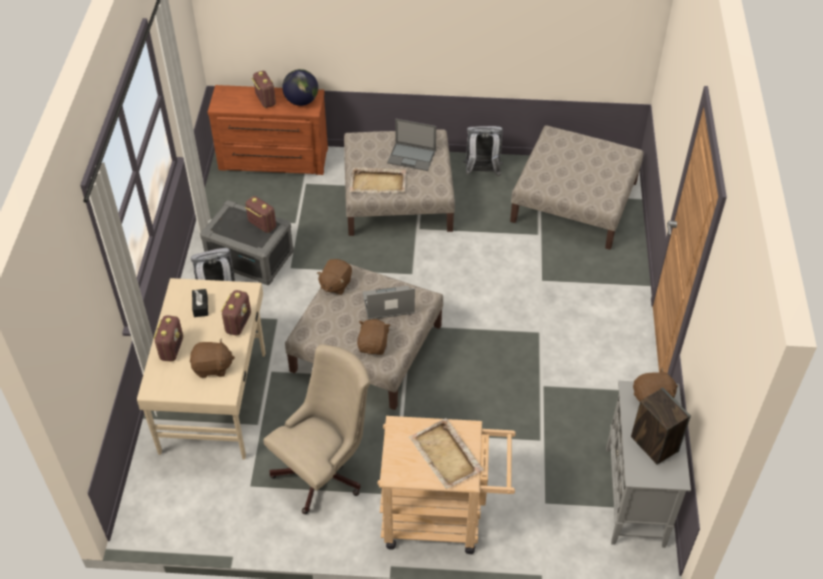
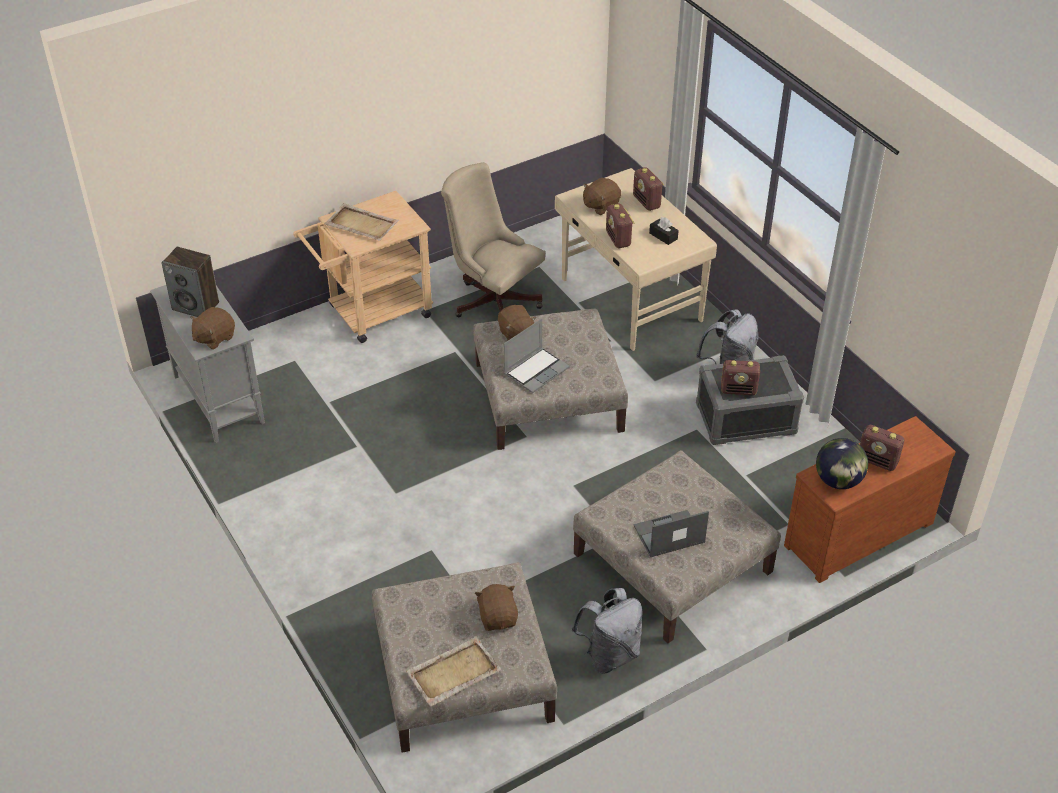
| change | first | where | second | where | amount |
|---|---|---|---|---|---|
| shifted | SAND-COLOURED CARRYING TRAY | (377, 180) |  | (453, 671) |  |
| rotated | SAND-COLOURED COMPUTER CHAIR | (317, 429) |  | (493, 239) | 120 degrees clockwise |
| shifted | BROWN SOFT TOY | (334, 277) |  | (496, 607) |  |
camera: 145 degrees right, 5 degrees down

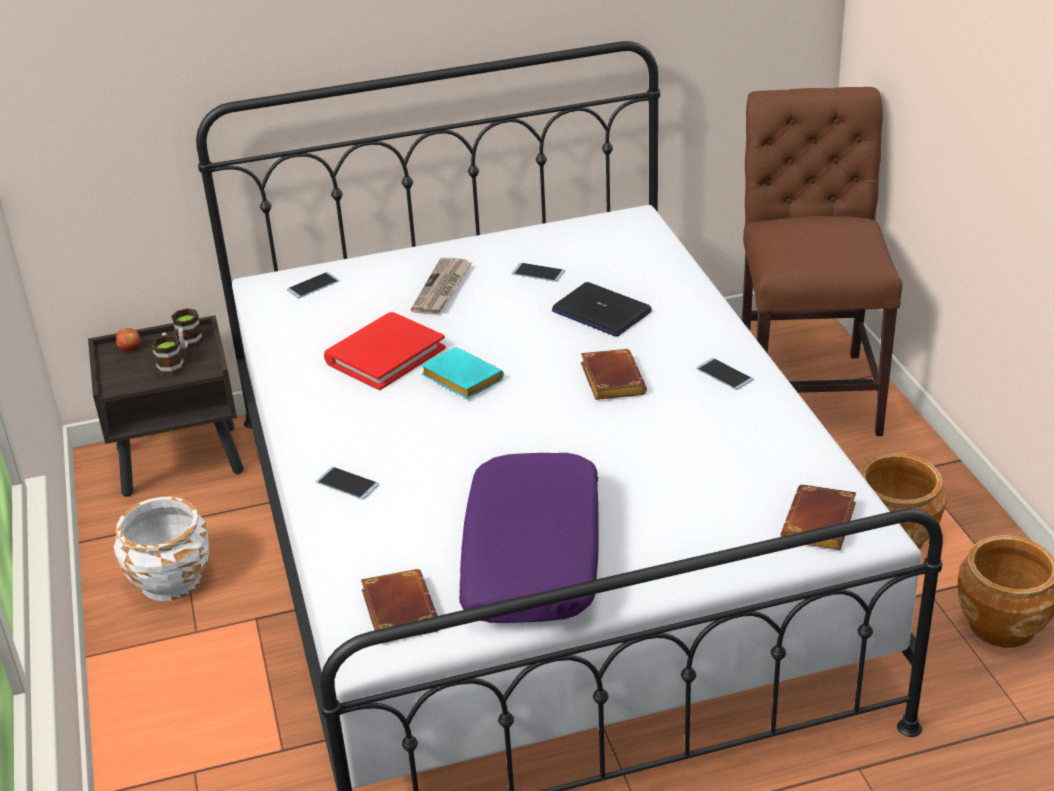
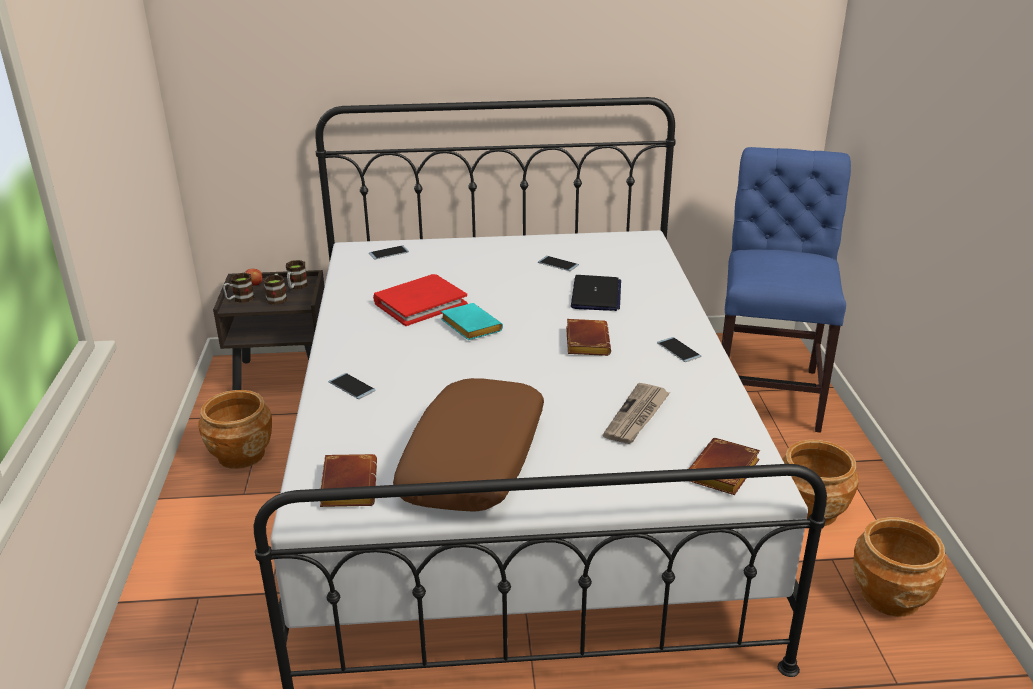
| change | first | where | second | where | amount |
|---|---|---|---|---|---|
| repainted | WHITISH PLANT POT | (161, 549) | BROWN PLANT POT | (235, 429) |  |
| new |  |  | TEA MUG | (238, 288) |  |
| repainted | PURPLISH THROW PILLOW | (528, 538) | BROWN THROW PILLOW | (468, 445) |  |
| rotated | LAPTOP | (602, 309) |  | (596, 293) | 135 degrees counterclockwise |
| shifted | PRINTED PAPER | (441, 286) |  | (636, 413) |  |
| repainted | BROWN PLAIN CHAIR | (822, 261) | BLUE-COLOURED PLAIN CHAIR | (786, 290) |  |
camera: 10 degrees right, 5 degrees down

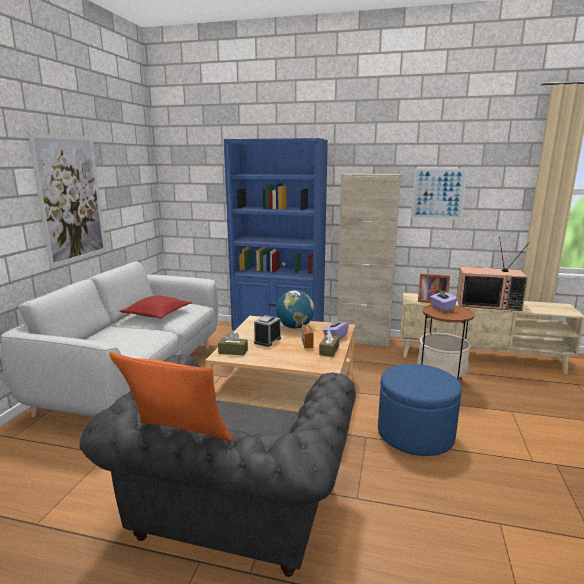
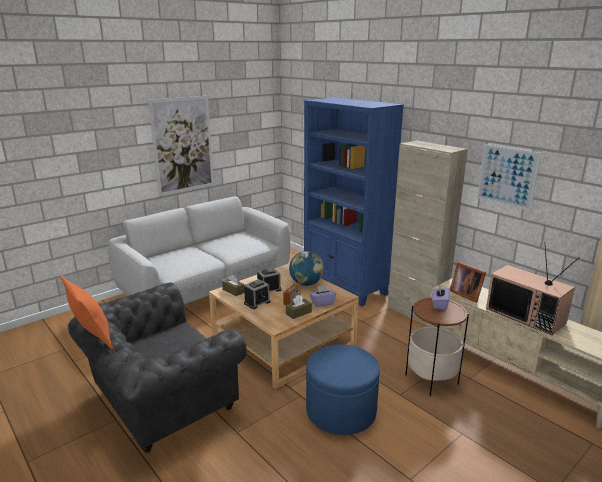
| change | first | where | second | where | amount |
|---|---|---|---|---|---|
| new |  |  | TABLE CLOCK | (257, 294) |  |
| gone | RED THROW PILLOW | (156, 307) |  |  |  |
camera: 35 degrees right, 5 degrees up

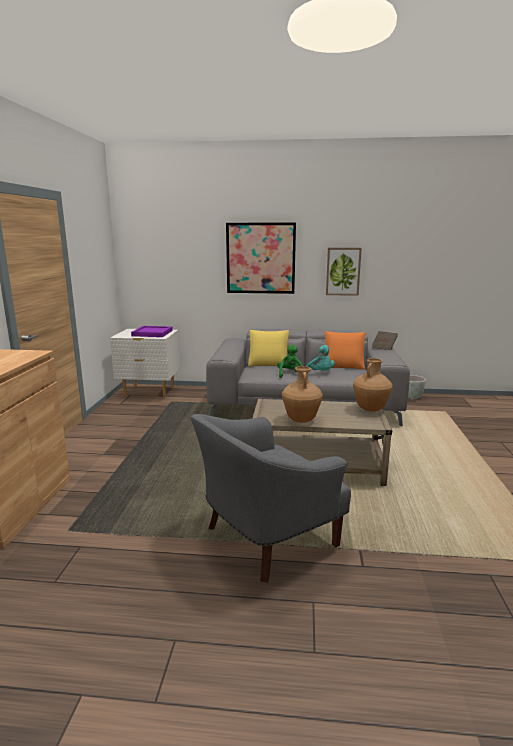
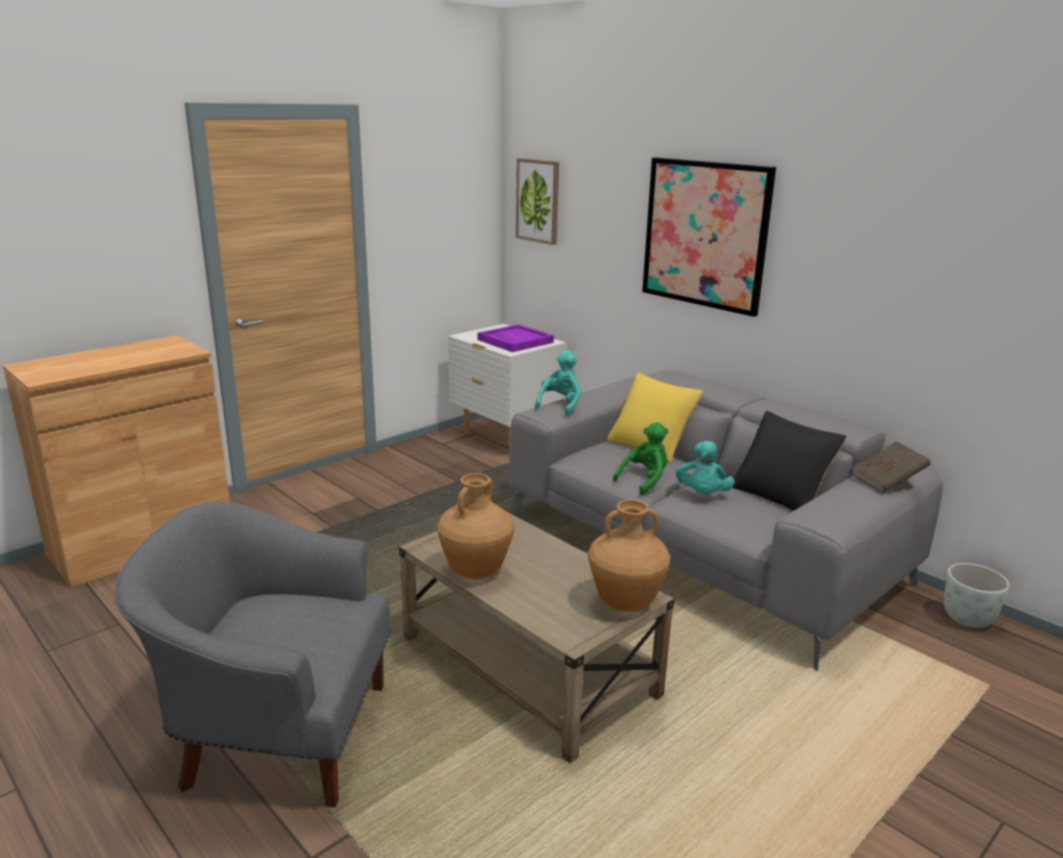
| change | first | where | second | where | amount |
|---|---|---|---|---|---|
| shifted | WALL PICTURE | (344, 272) |  | (537, 201) |  |
| new |  |  | TURQUOISE-COLOURED SOFT TOY | (558, 383) |  |
| repainted | ORANGEY THROW PILLOW | (345, 350) | BLACK-COLOURED THROW PILLOW | (789, 461) |  |
camera: 40 degrees right, 5 degrees up

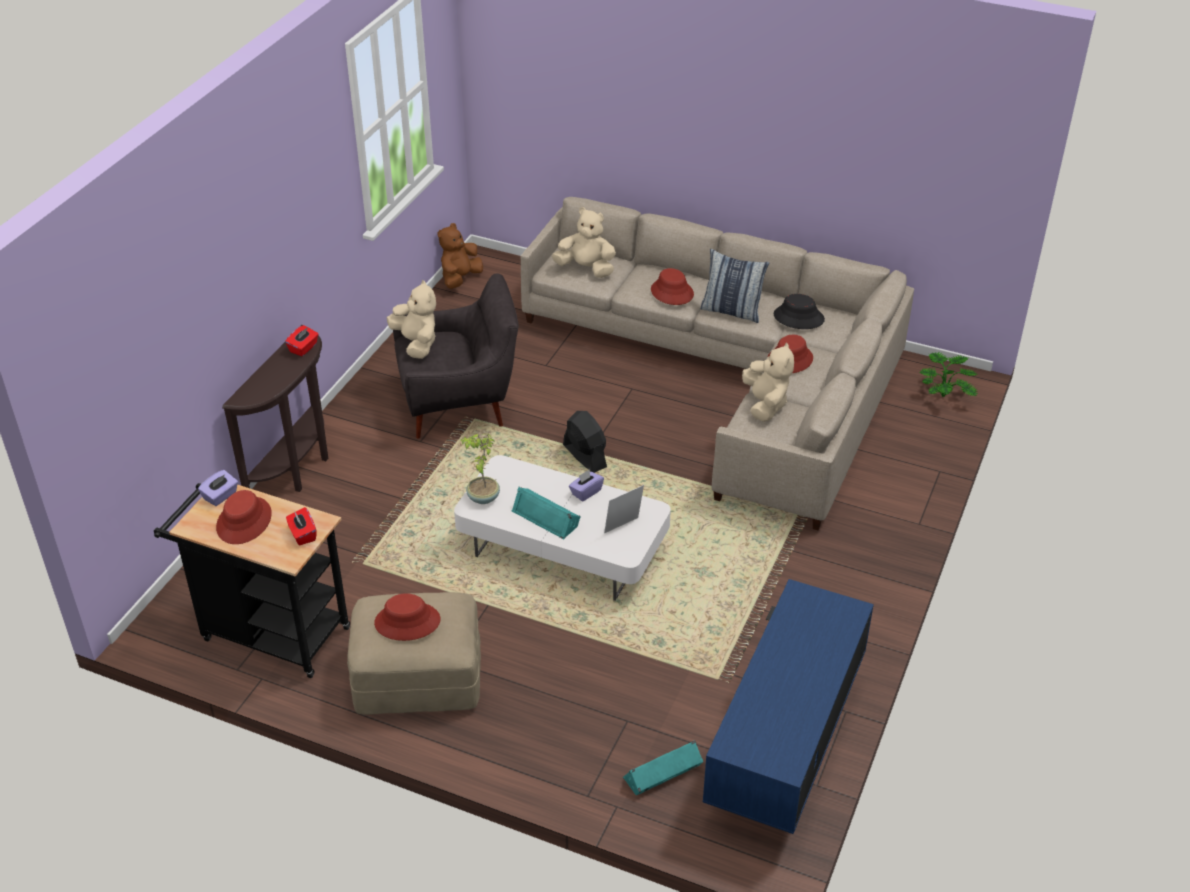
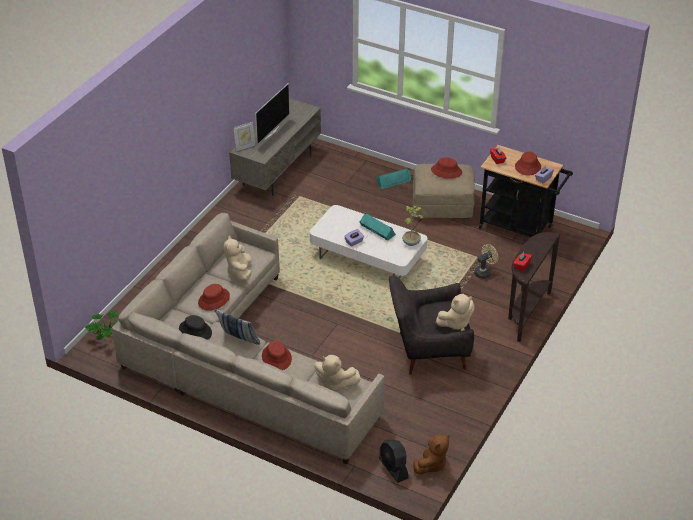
| change | first | where | second | where | amount |
|---|---|---|---|---|---|
| repainted | BLUE-COLOURED TV UNIT | (788, 706) | GRAY TV UNIT | (275, 147) |  |
| shifted | PICTURE FRAME | (624, 509) |  | (244, 136) |  |
| new |  |  | TV | (272, 114) |  |
| shifted | TURQUOISE-COLOURED LOUDSPEAKER | (663, 767) |  | (394, 178) |  |
| shifted | BLACK-COLOURED FAN | (585, 442) |  | (393, 461) |  |
| rotated | SAND-COLOURED SOFT TOY | (411, 319) |  | (455, 312) | 90 degrees counterclockwise |
| new |  |  | SAND-COLOURED FAN | (486, 261) |  |
camera: 175 degrees left, 0 degrees up

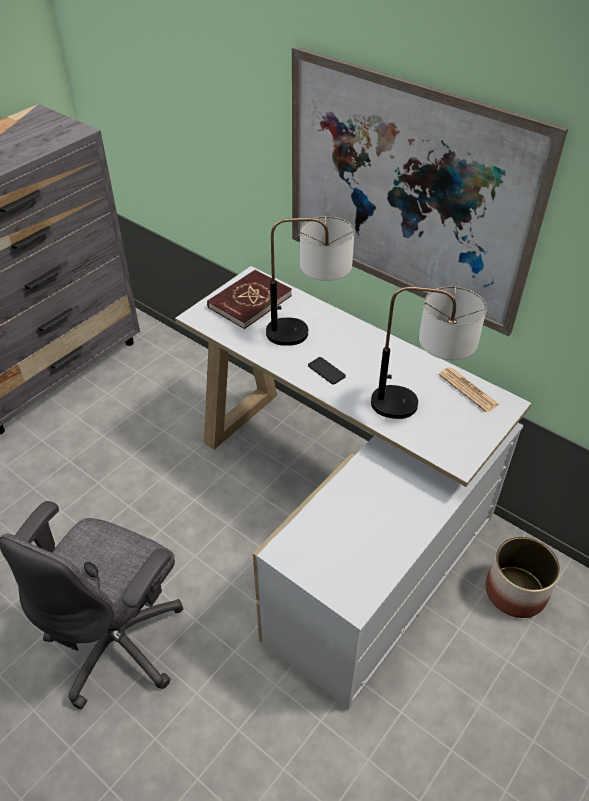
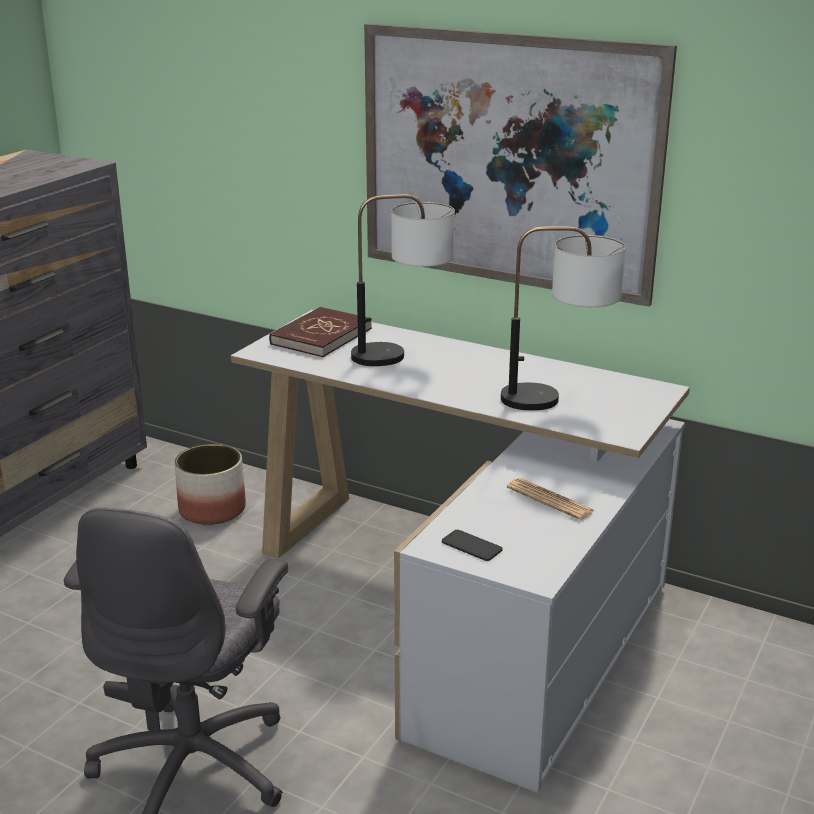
| change | first | where | second | where | amount |
|---|---|---|---|---|---|
| shifted | PLANT POT | (523, 577) |  | (210, 484) |  |
| shifted | HANDSET | (327, 371) |  | (472, 545) |  |
| shifted | PRINTED PAPER | (469, 389) |  | (551, 499) |  |
camera: 10 degrees left, 20 degrees down

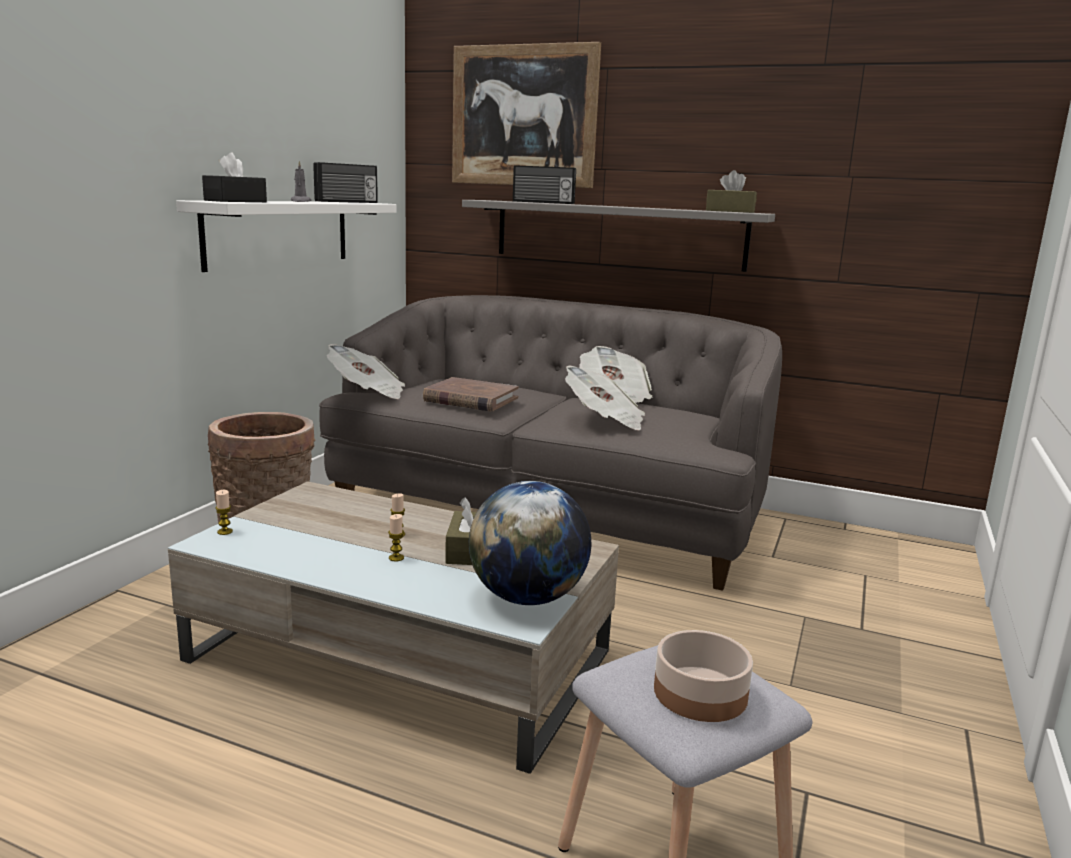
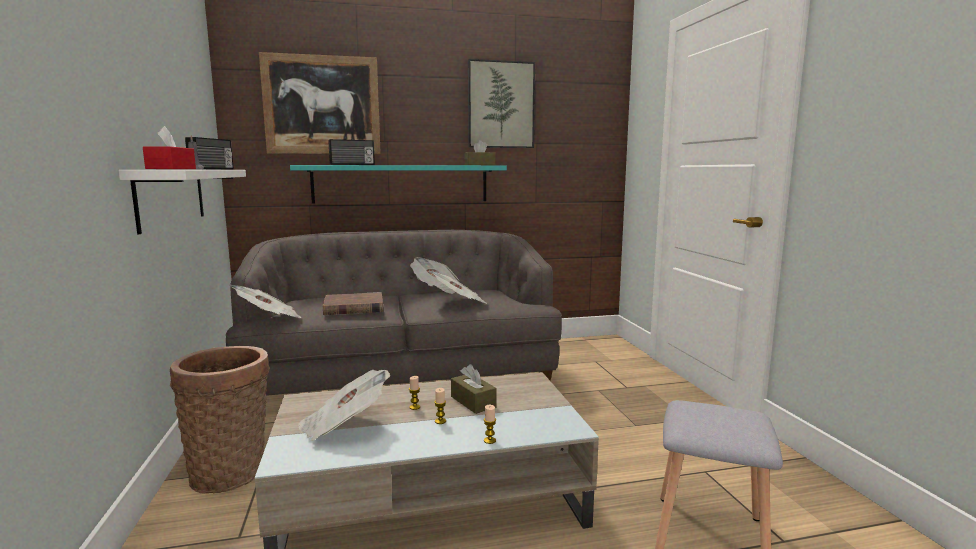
| change | first | where | second | where | amount |
|---|---|---|---|---|---|
| repainted | BLACK-COLOURED TISSUE HOLDER | (234, 177) | RED TISSUE HOLDER | (169, 147) |  |
| repainted | GRAY SHELF | (618, 236) | TURQUOISE-COLOURED SHELF | (398, 184) |  |
| new |  |  | PRINTED PAPER | (344, 405) |  |
| new |  |  | WALL PICTURE | (501, 103) |  |
| shifted | CANDLE | (224, 512) |  | (490, 424) |  |
| gone | WORLD GLOBE | (530, 543) |  |  |  |
| gone | BOWL | (703, 676) |  |  |  |
camera: 35 degrees left, 5 degrees down

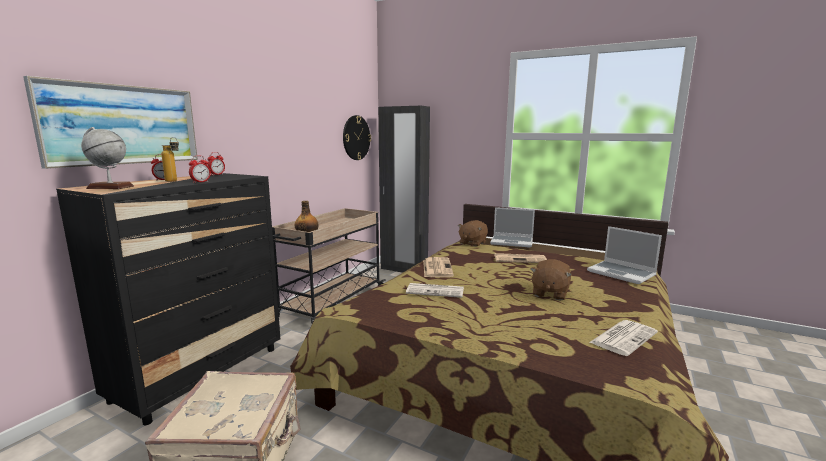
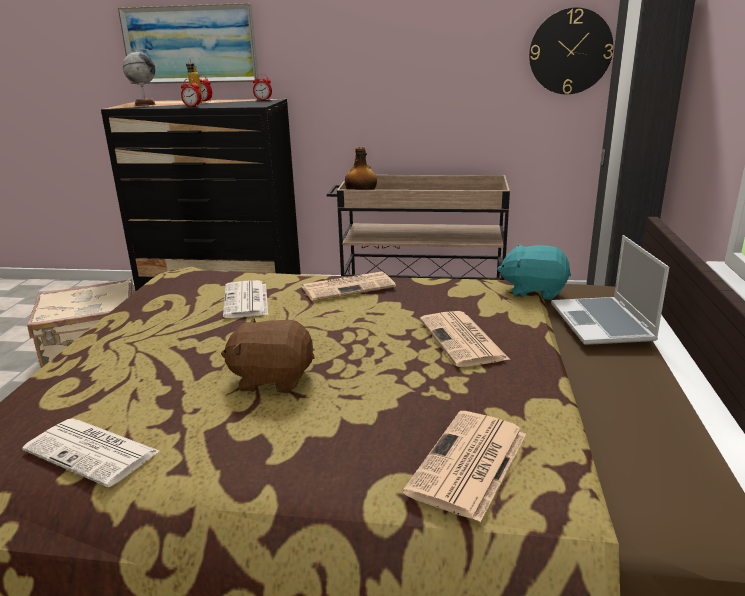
| change | first | where | second | where | amount |
|---|---|---|---|---|---|
| swapped | LAPTOP | (624, 255) | PRINTED PAPER | (464, 466) |  |
| repainted | BROWN SOFT TOY | (473, 233) | TURQUOISE-COLOURED SOFT TOY | (534, 272) |  |
camera: 70 degrees right, 10 degrees up

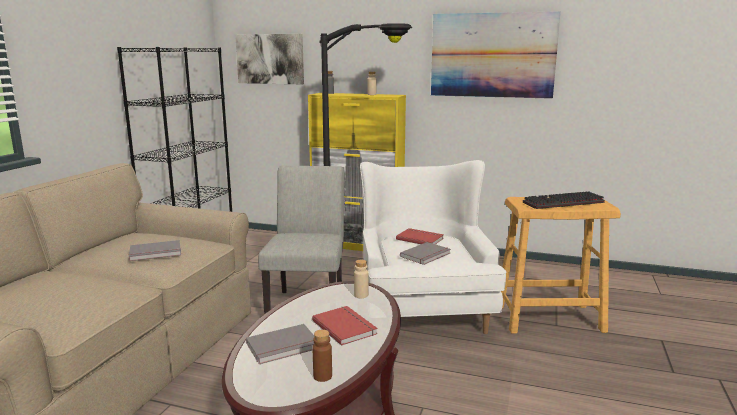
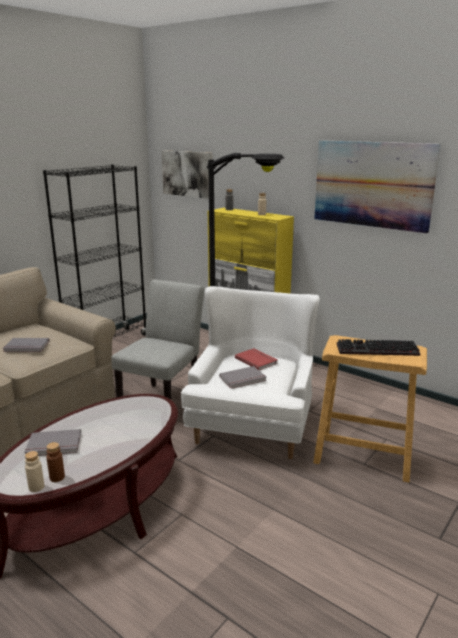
| change | first | where | second | where | amount |
|---|---|---|---|---|---|
| shifted | SAND-COLOURED BOTTLE | (361, 279) |  | (34, 471) |  |
| gone | RED BOOK | (345, 326) |  |  |  |
camera: 20 degrees right, 5 degrees up

